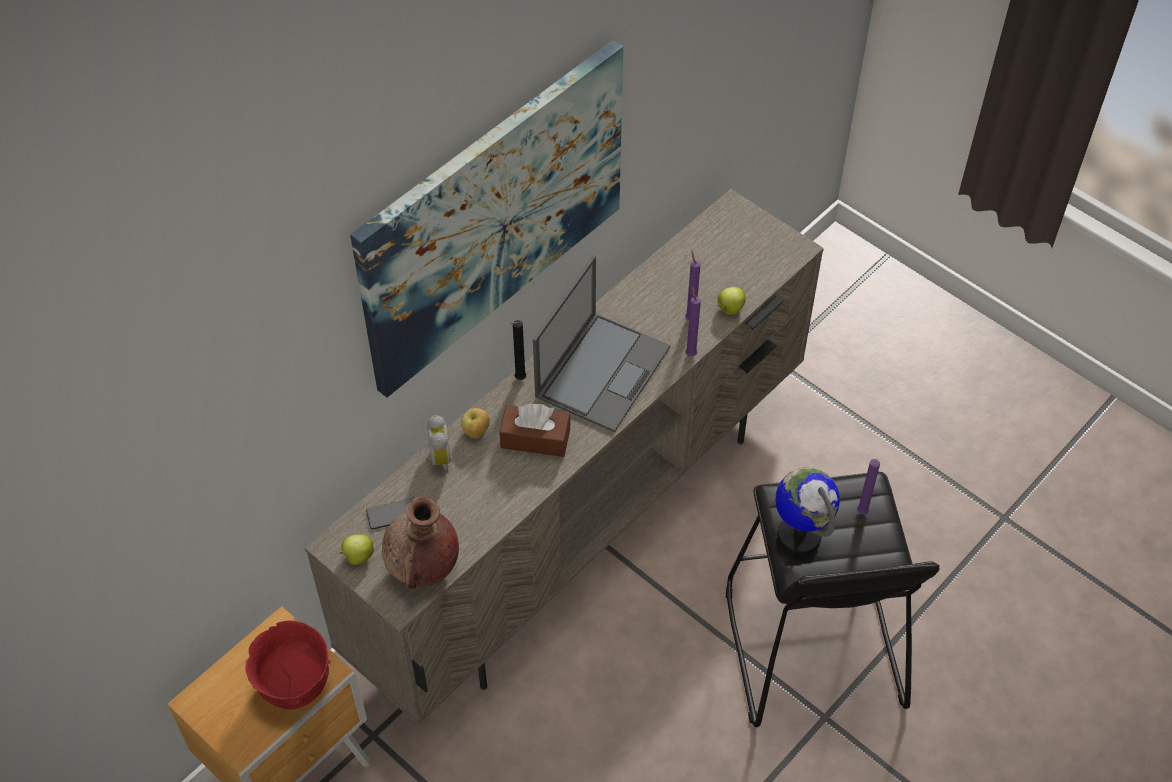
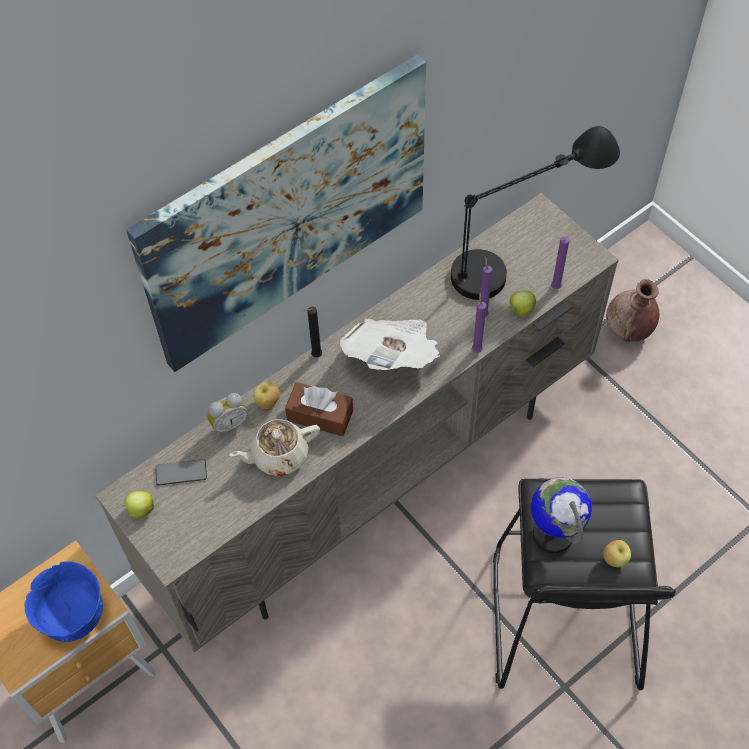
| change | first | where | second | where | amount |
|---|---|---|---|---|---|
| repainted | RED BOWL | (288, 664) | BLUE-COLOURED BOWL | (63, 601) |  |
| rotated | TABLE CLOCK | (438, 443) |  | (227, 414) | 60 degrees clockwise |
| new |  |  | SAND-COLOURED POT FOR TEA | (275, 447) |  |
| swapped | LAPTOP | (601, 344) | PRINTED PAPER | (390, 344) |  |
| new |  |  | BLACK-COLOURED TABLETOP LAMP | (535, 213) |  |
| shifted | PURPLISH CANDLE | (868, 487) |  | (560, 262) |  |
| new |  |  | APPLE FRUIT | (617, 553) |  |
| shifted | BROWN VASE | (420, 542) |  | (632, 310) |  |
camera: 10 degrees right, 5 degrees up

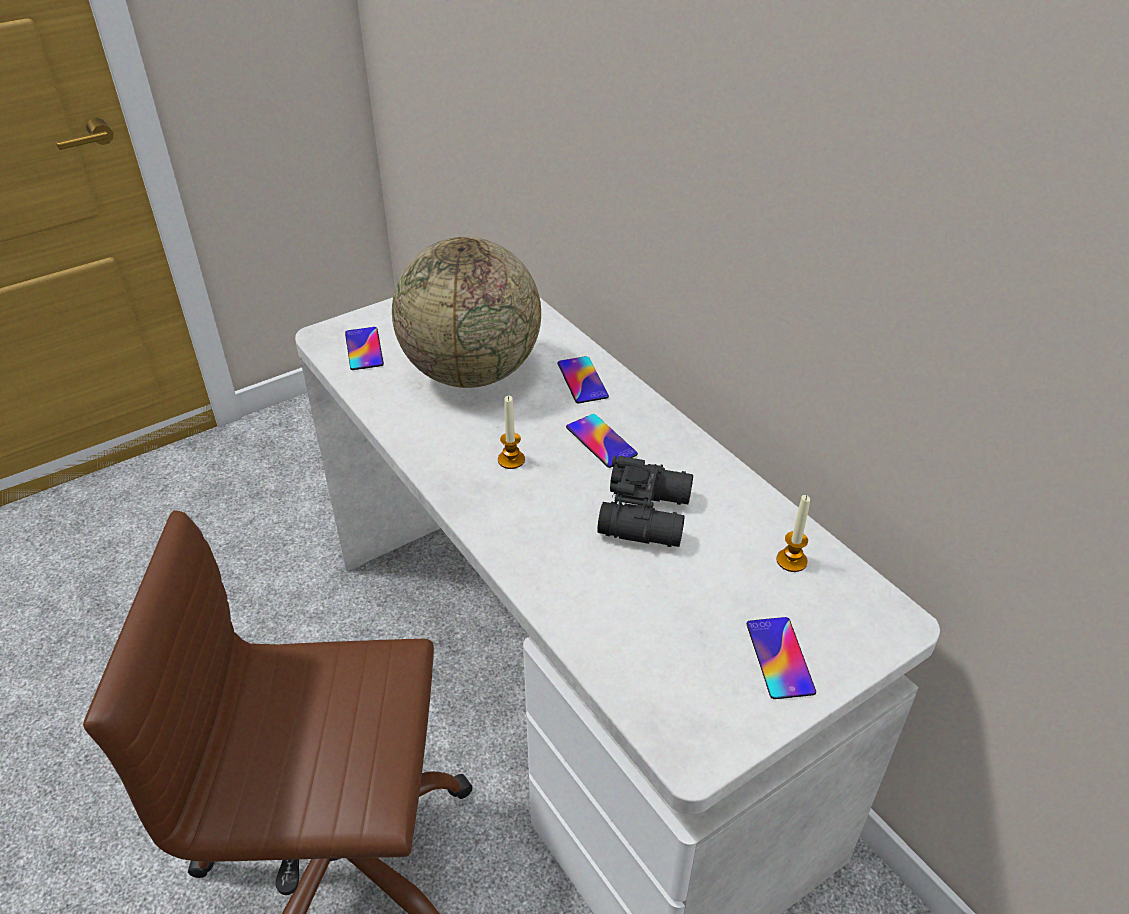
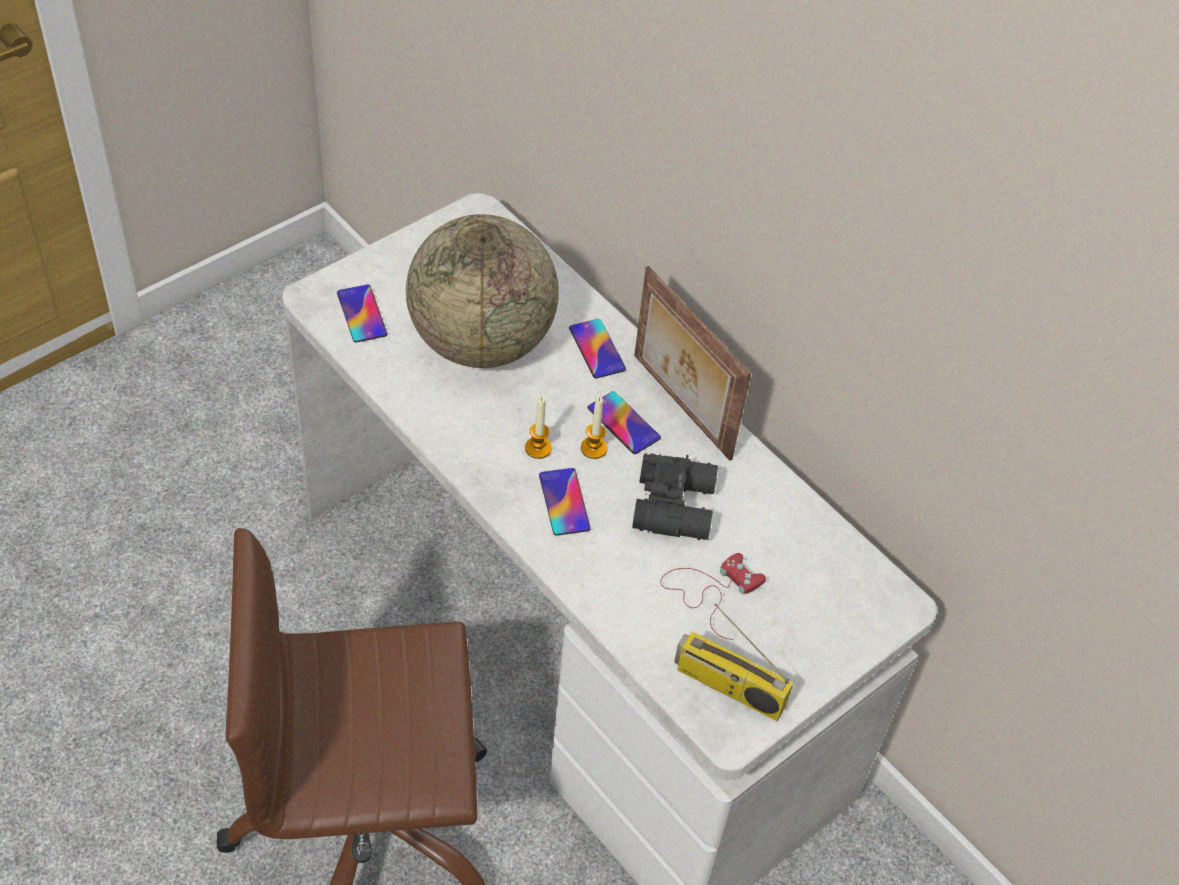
| change | first | where | second | where | amount |
|---|---|---|---|---|---|
| shifted | HANDSET | (781, 658) |  | (565, 502) |  |
| shifted | CANDLE | (793, 533) |  | (594, 428) |  |
| new |  |  | PICTURE FRAME | (692, 363) |  |
| new |  |  | RED GAME CONTROLLER | (713, 596) |  |
| new |  |  | RADIO RECEIVER | (734, 662) |  |
camera: 10 degrees left, 10 degrees up

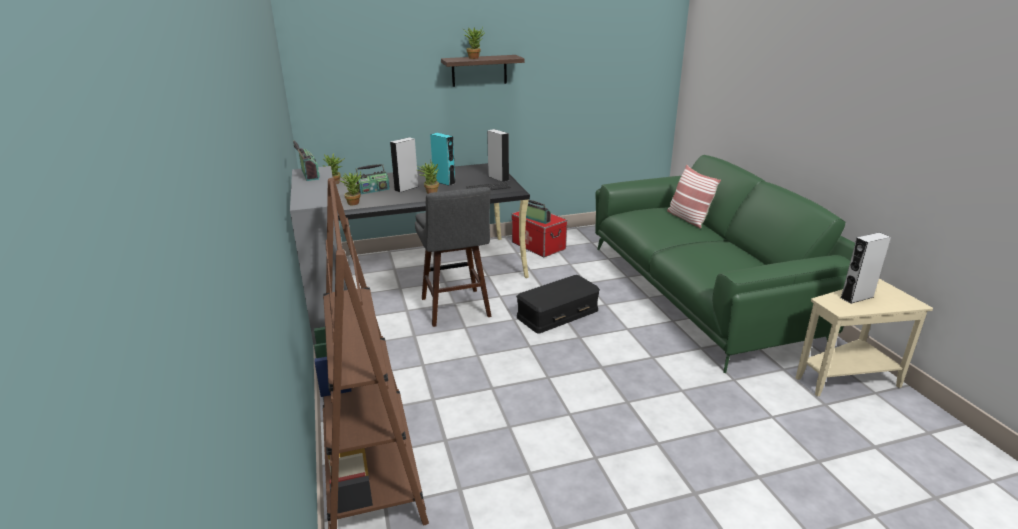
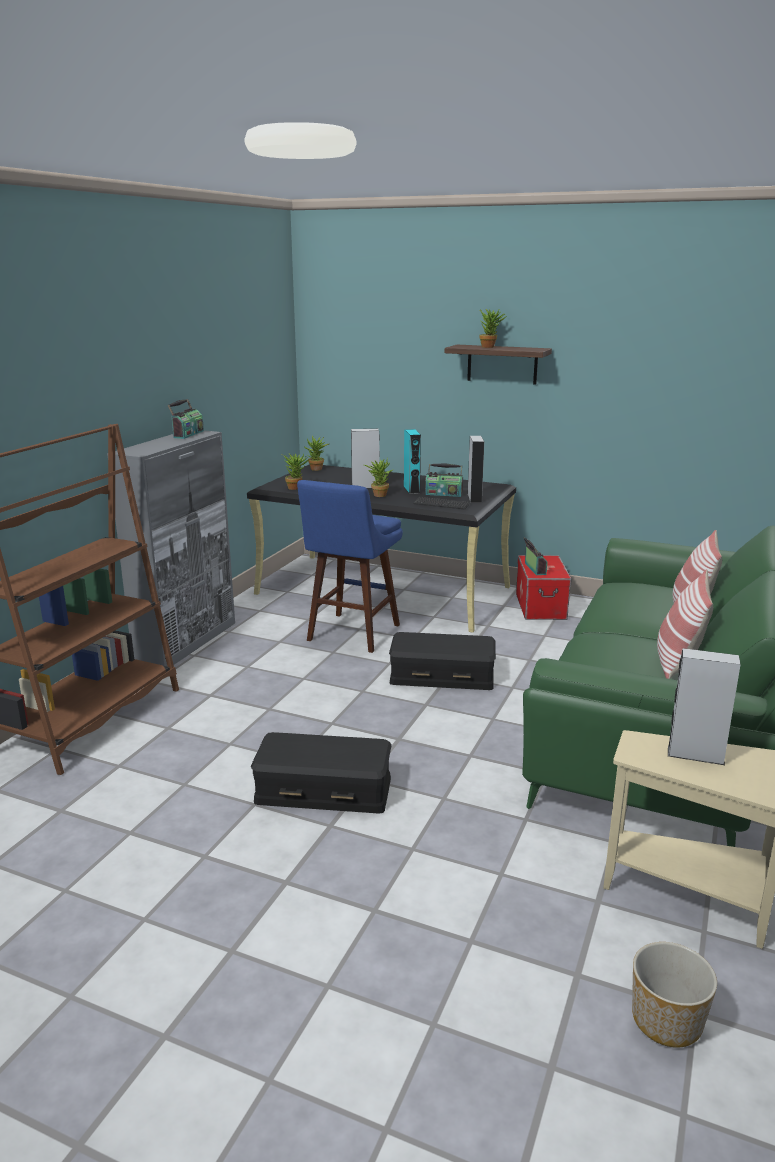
| change | first | where | second | where | amount |
|---|---|---|---|---|---|
| new |  |  | BLACK-COLOURED STORAGE CONTAINER | (321, 773) |  |
| repainted | GRAY SITTING STOOL | (453, 257) | BLUE-COLOURED SITTING STOOL | (350, 566) |  |
| shifted | RADIO RECEIVER | (373, 179) |  | (444, 480) |  |
| new |  |  | PLANT POT | (674, 995) |  |
| new |  |  | THROW PILLOW | (685, 624) |  |
camera: 40 degrees right, 5 degrees down

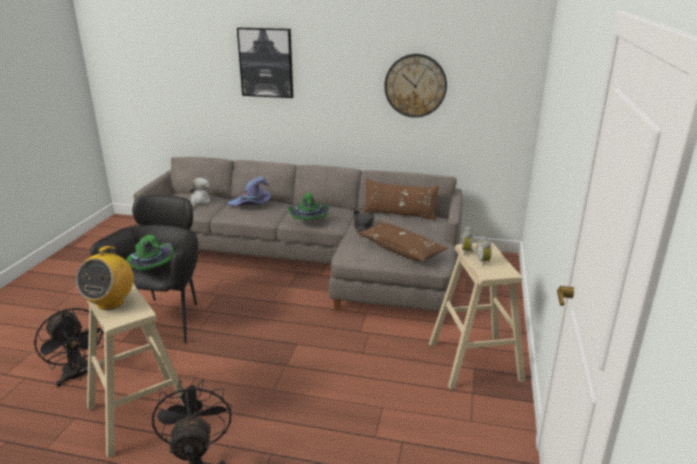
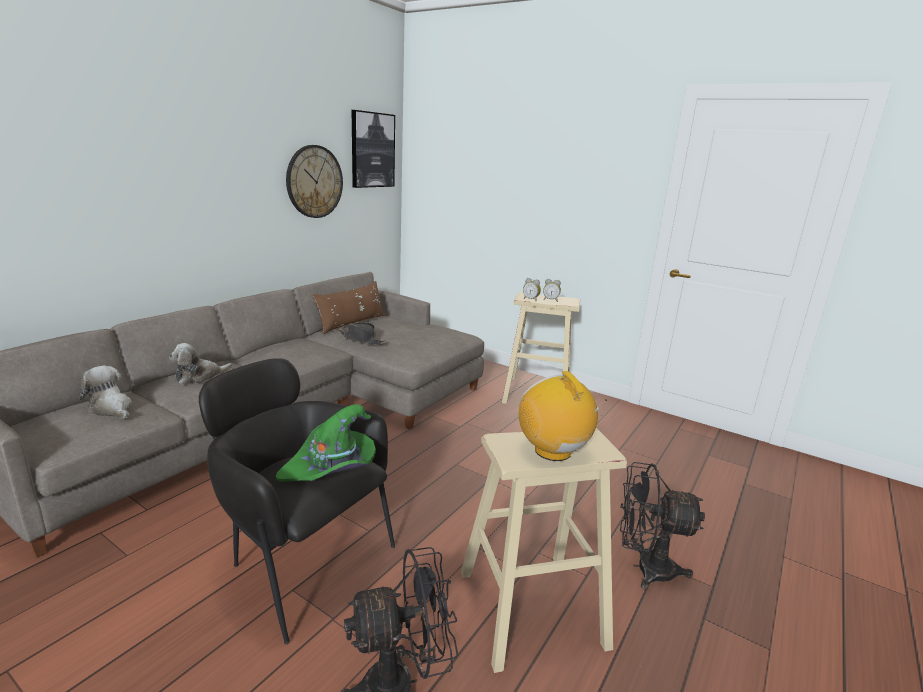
| change | first | where | second | where | amount |
|---|---|---|---|---|---|
| swapped | PURPLISH WEARABLE HAT | (249, 191) | SOFT TOY | (201, 364) |  |
| shifted | WALL PICTURE | (265, 63) |  | (373, 149) |  |
| rotated | RADIO RECEIVER | (105, 278) |  | (563, 416) | 150 degrees counterclockwise |
| gone | GREEN WEARABLE HAT | (309, 206) |  |  |  |
| gone | BROWN THROW PILLOW | (403, 241) |  |  |  |
camera: 70 degrees left, 5 degrees down

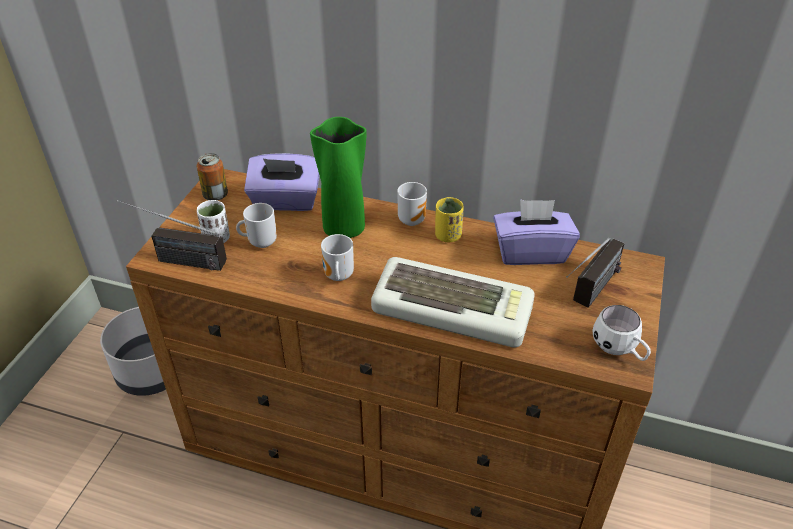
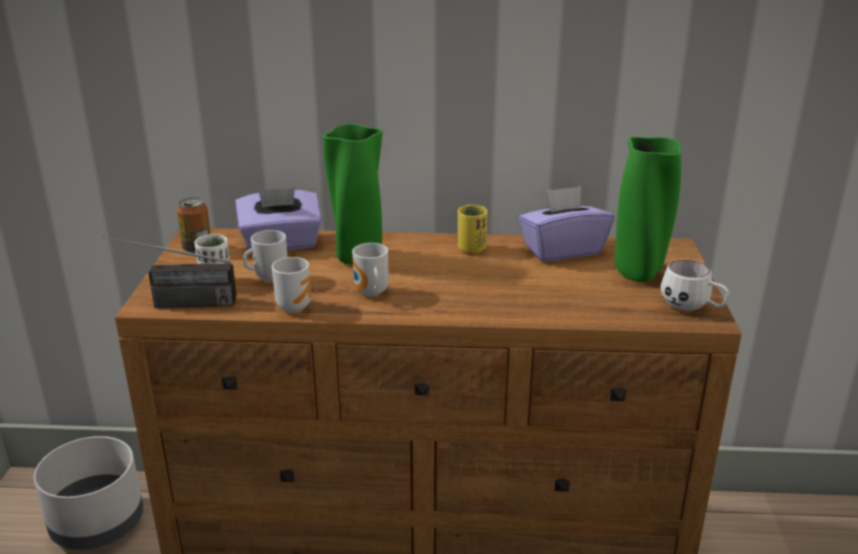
| change | first | where | second | where | amount |
|---|---|---|---|---|---|
| shifted | TEA MUG | (412, 204) |  | (291, 285) |  |
| swapped | RADIO RECEIVER | (595, 273) | GREEN VASE | (648, 209) |  |
| gone | COMPUTER KEYBOARD | (453, 302) |  |  |  |
camera: 15 degrees left, 15 degrees down

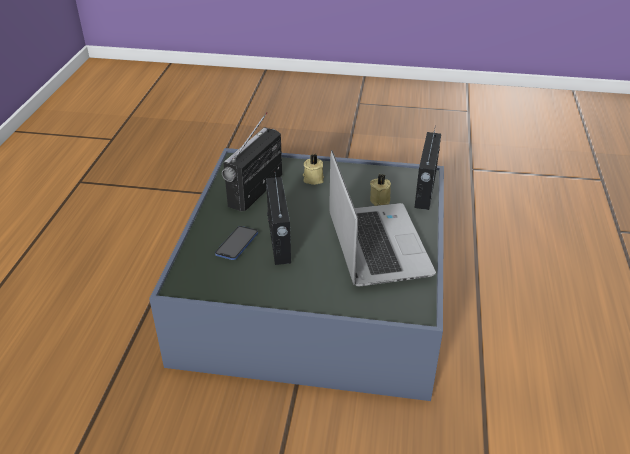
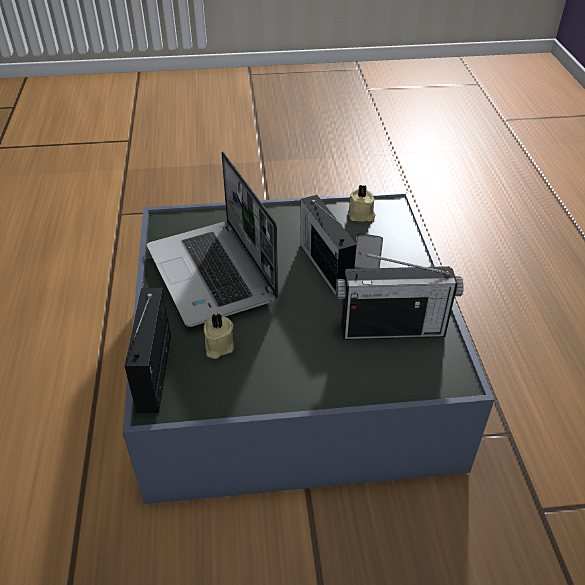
| change | first | where | second | where | amount |
|---|---|---|---|---|---|
| rotated | RADIO RECEIVER | (252, 161) |  | (400, 296) | 75 degrees clockwise |
| shifted | SAND-COLOURED CANDLE | (313, 169) |  | (361, 203) |  |
camera: 165 degrees right, 5 degrees up

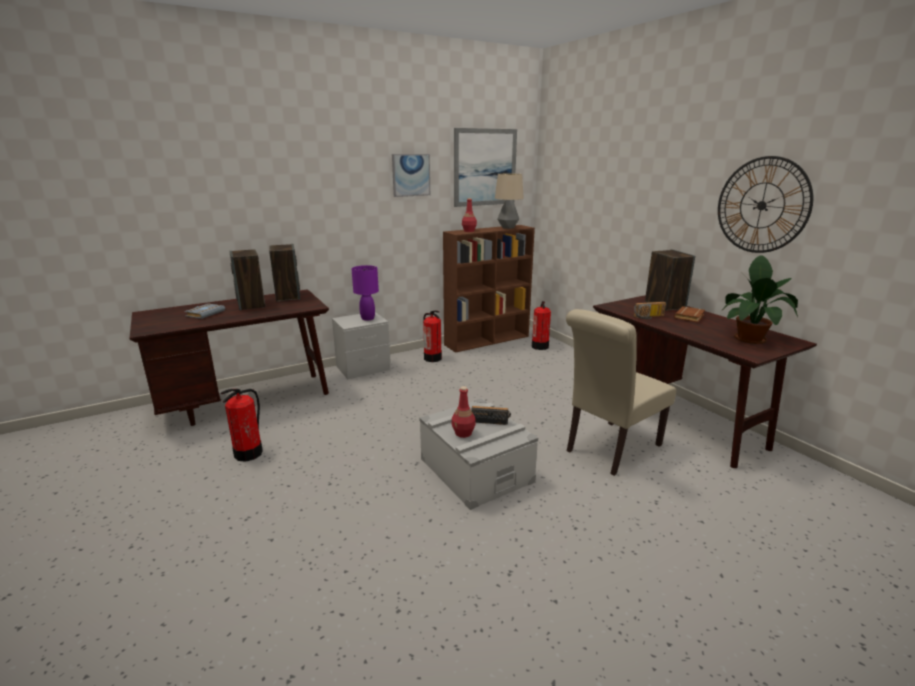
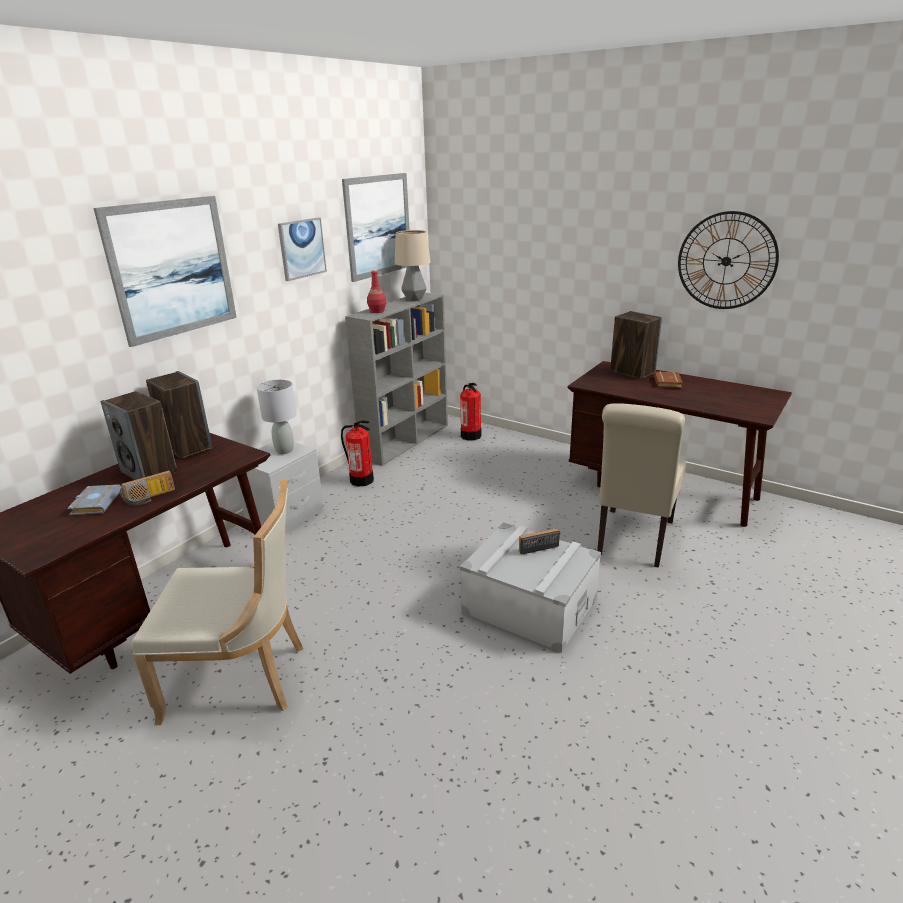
| change | first | where | second | where | amount |
|---|---|---|---|---|---|
| new |  |  | WALL PICTURE | (165, 271) |  |
| shifted | RADIO RECEIVER | (650, 310) |  | (147, 488) |  |
| swapped | FIRE-FIGHTING CYLINDER | (242, 425) | SAND-COLOURED PLAIN CHAIR | (217, 602) |  |
| repainted | PURPLISH TABLETOP LAMP | (365, 293) | GRAY TABLETOP LAMP | (277, 416) |  |
| repainted | BROWN BOOKSHELF | (489, 289) | GRAY BOOKSHELF | (396, 379) |  |
| gone | RED BOTTLE | (464, 412) |  |  |  |
| gone | PLANT IN A POT | (760, 299) |  |  |  |
camera: 25 degrees left, 5 degrees up

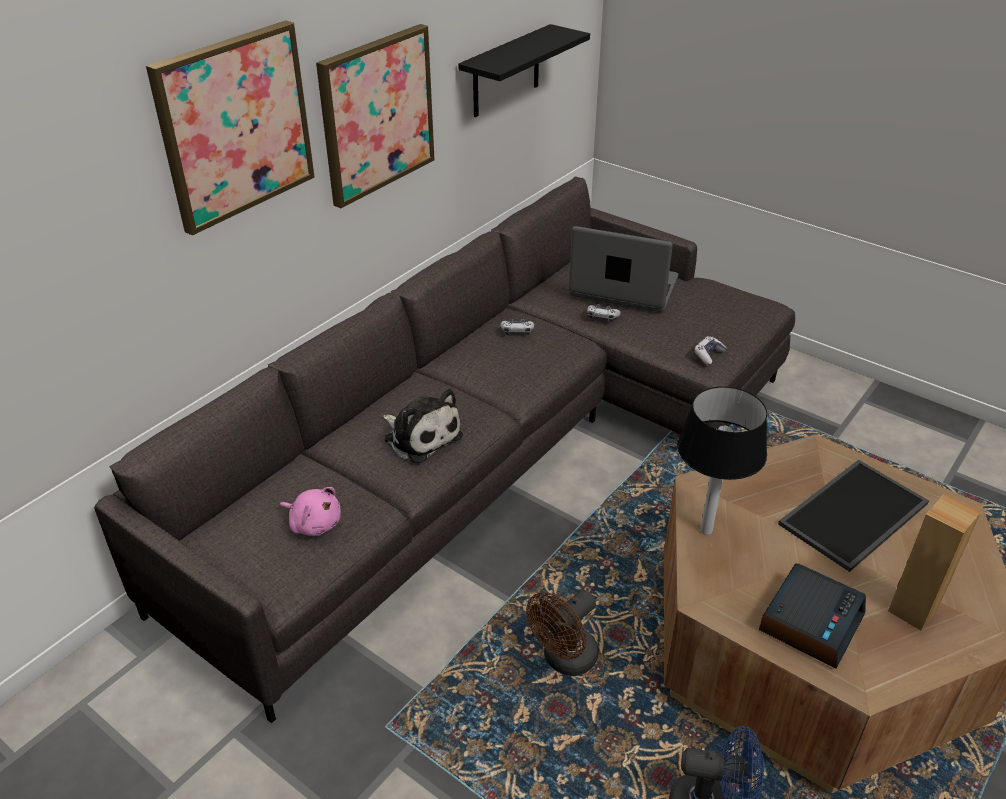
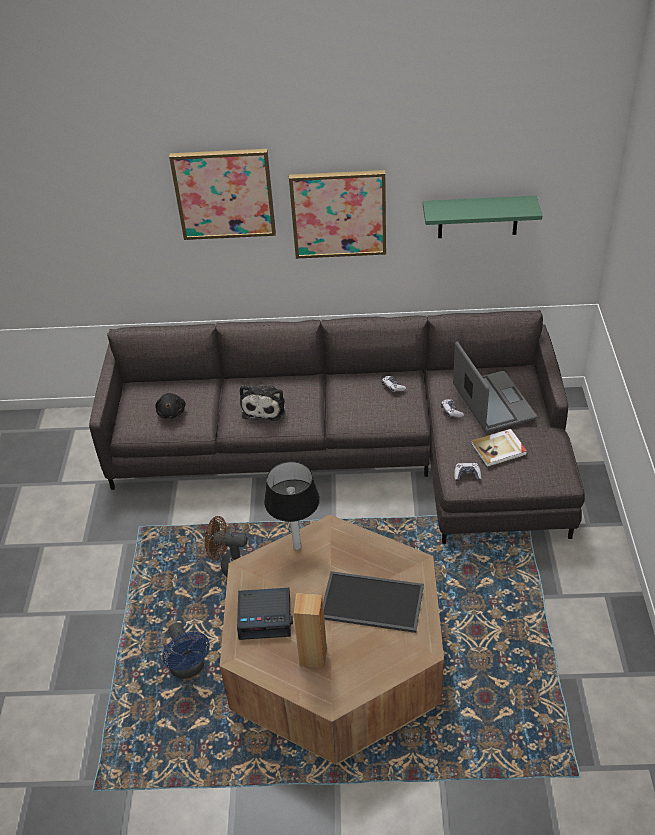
| change | first | where | second | where | amount |
|---|---|---|---|---|---|
| repainted | PINK SOFT TOY | (310, 511) | BLACK-COLOURED SOFT TOY | (170, 406) |  |
| repainted | BLACK-COLOURED SHELF | (524, 70) | GREEN SHELF | (482, 217) |  |
| new |  |  | BOOK | (499, 448) |  |
camera: 55 degrees right, 5 degrees up

